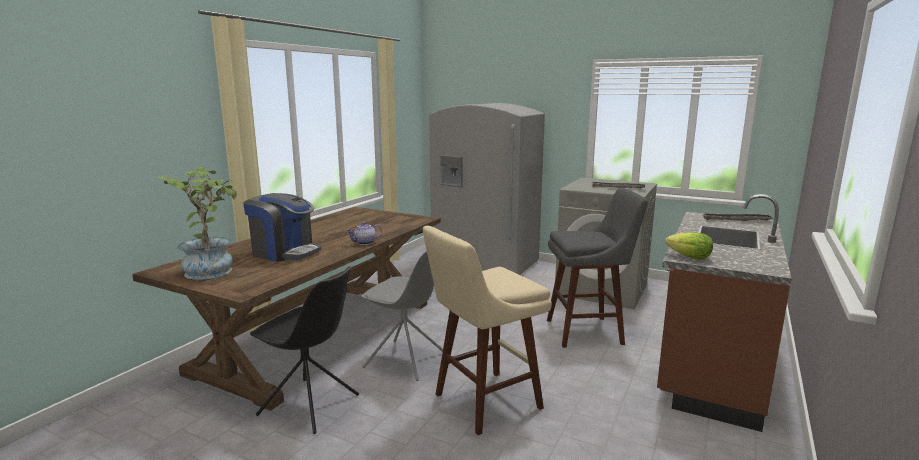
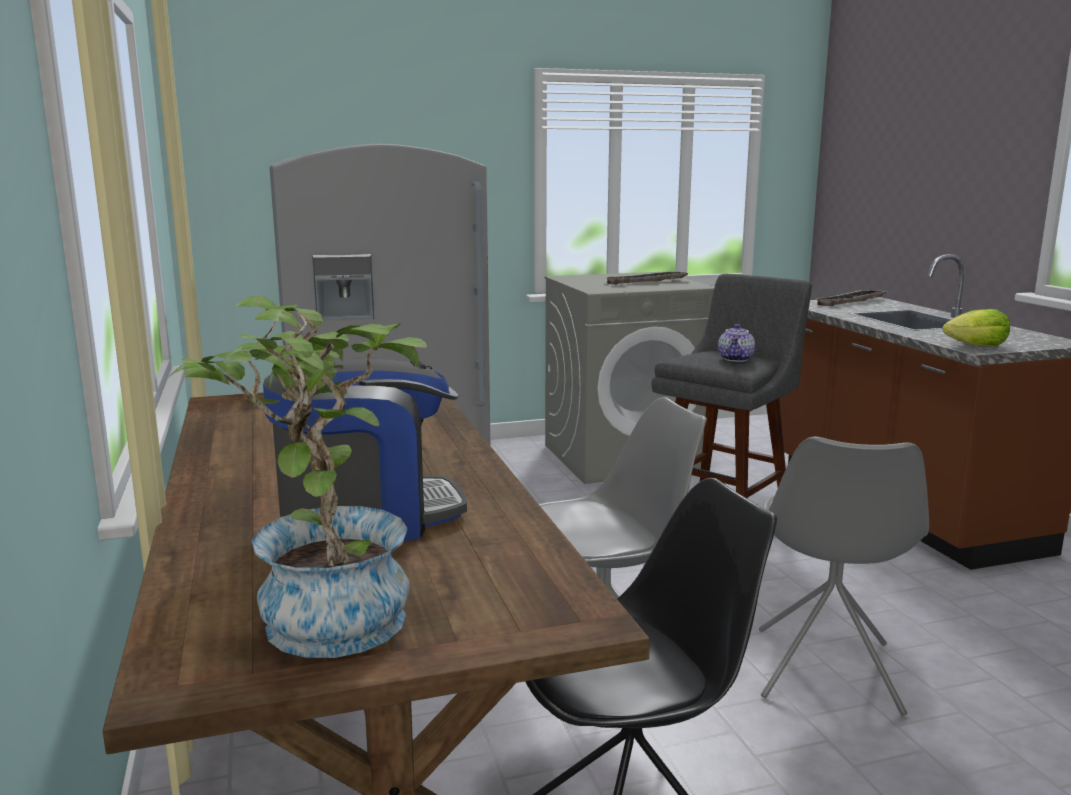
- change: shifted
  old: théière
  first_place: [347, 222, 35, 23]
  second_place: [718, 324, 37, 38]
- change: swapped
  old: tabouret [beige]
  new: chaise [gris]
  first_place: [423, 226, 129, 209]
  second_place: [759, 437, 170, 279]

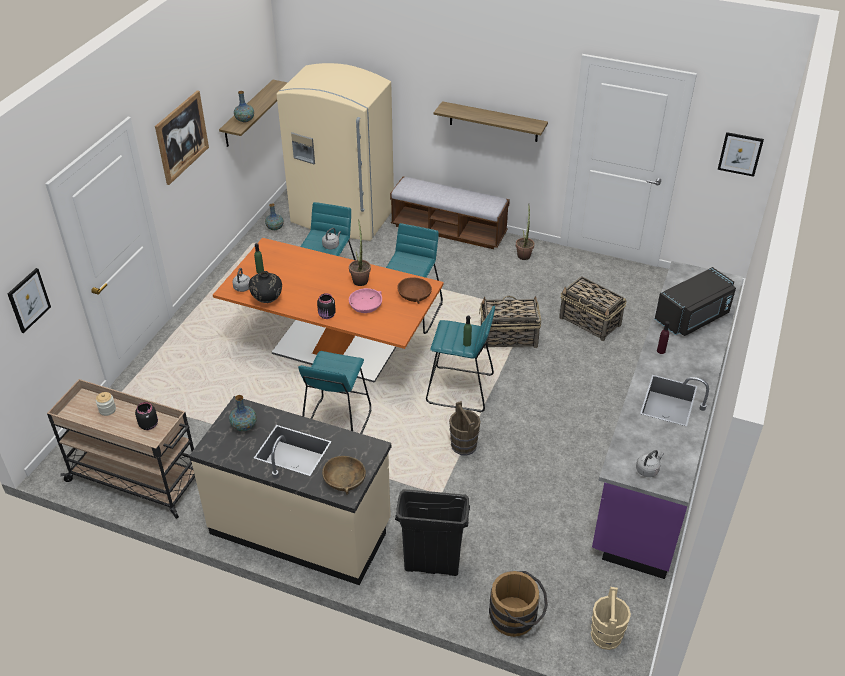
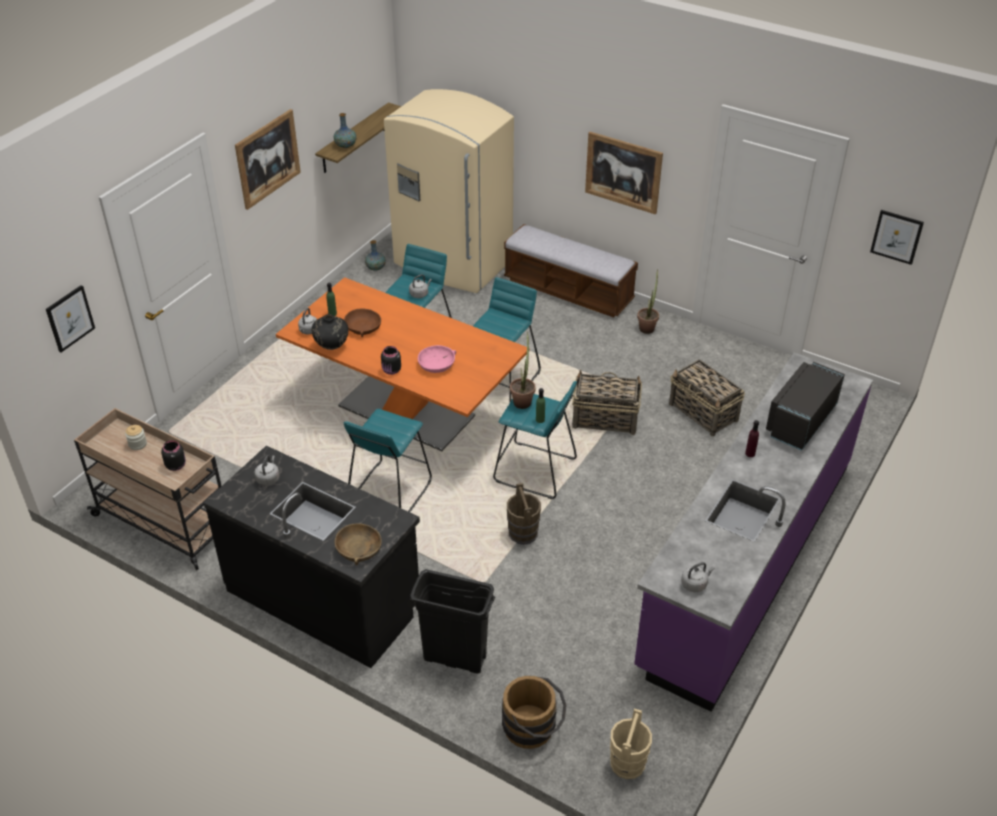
- change: swapped
  old: étagère
  new: tableau
  first_place: [434, 101, 114, 41]
  second_place: [585, 132, 78, 82]
- change: shifted
  old: plante en pot
  first_place: [349, 219, 22, 67]
  second_place: [510, 332, 26, 77]
- change: rotated
  old: micro-ondes [noir]
  first_place: [655, 267, 81, 69]
  second_place: [766, 362, 79, 89]
  degrees: 150
- change: shifted
  old: bol [marron]
  first_place: [397, 277, 35, 27]
  second_place: [344, 309, 37, 28]
- change: swapped
  old: vase
  new: bouilloire [gris]
  first_place: [229, 395, 28, 36]
  second_place: [254, 455, 26, 31]
- change: repainted
  old: comptoir de cuisine [beige]
  new: comptoir de cuisine [noir]
  first_place: [189, 396, 202, 189]
  second_place: [204, 445, 216, 223]

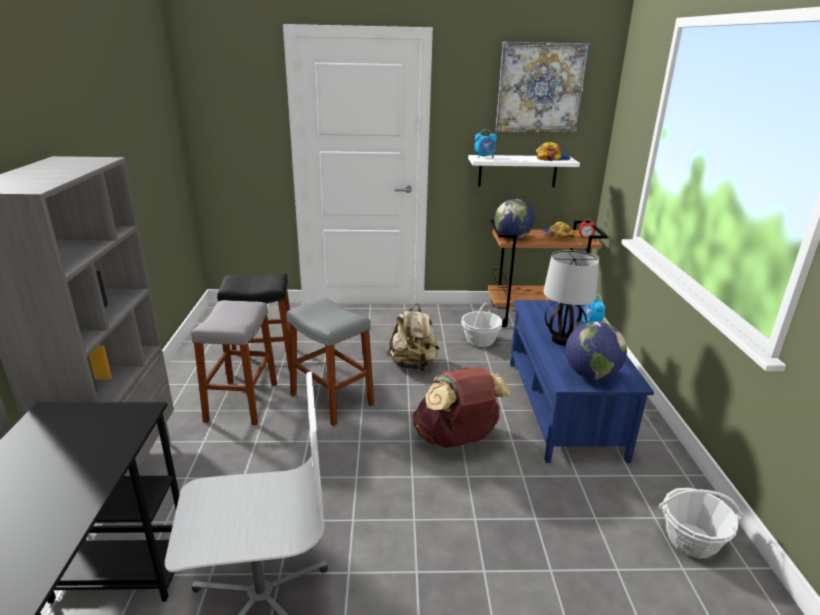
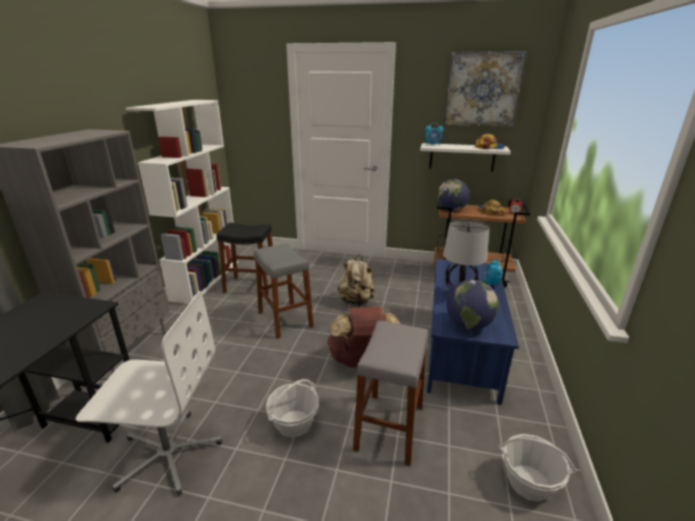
- change: shifted
  old: tabouret [gris]
  first_place: [191, 300, 86, 125]
  second_place: [353, 321, 75, 145]
- change: shifted
  old: panier
  first_place: [461, 303, 41, 44]
  second_place: [266, 379, 53, 59]
- change: new
  new: bibliothèque [blanc]
  second_place: [126, 100, 113, 204]

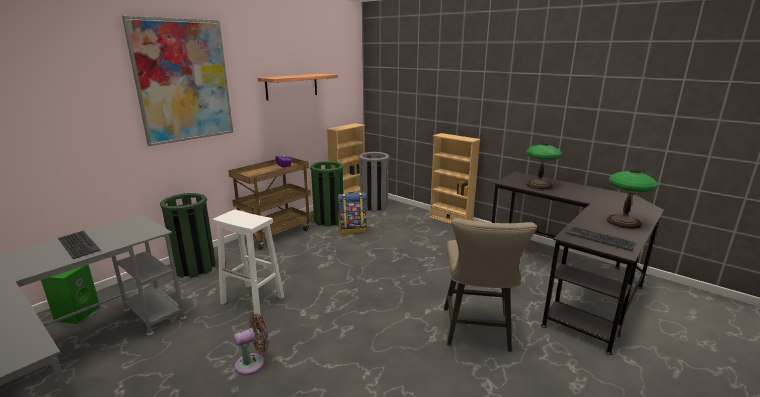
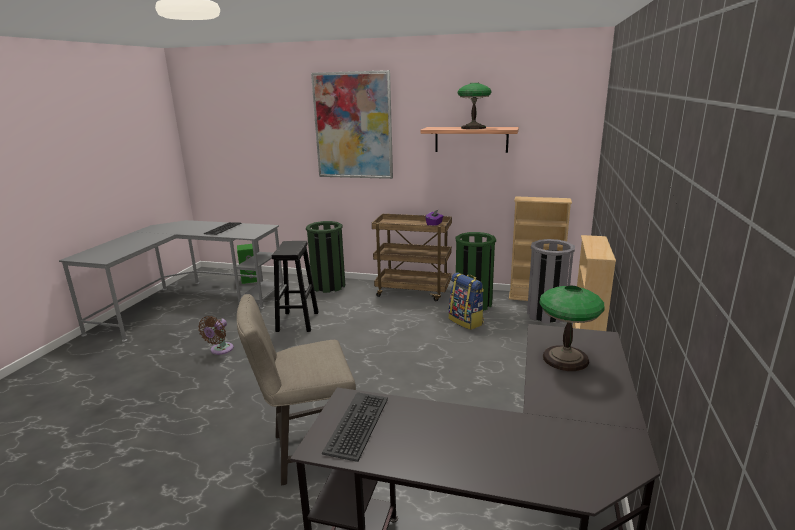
- change: shifted
  old: lampe de table
  first_place: [607, 170, 51, 59]
  second_place: [458, 83, 33, 46]
- change: repainted
  old: tabouret [blanc]
  new: tabouret [noir]
  first_place: [213, 209, 71, 108]
  second_place: [272, 241, 47, 91]
- change: rotated
  old: ventilateur [marron]
  first_place: [234, 314, 35, 61]
  second_place: [198, 316, 36, 39]
  degrees: 75

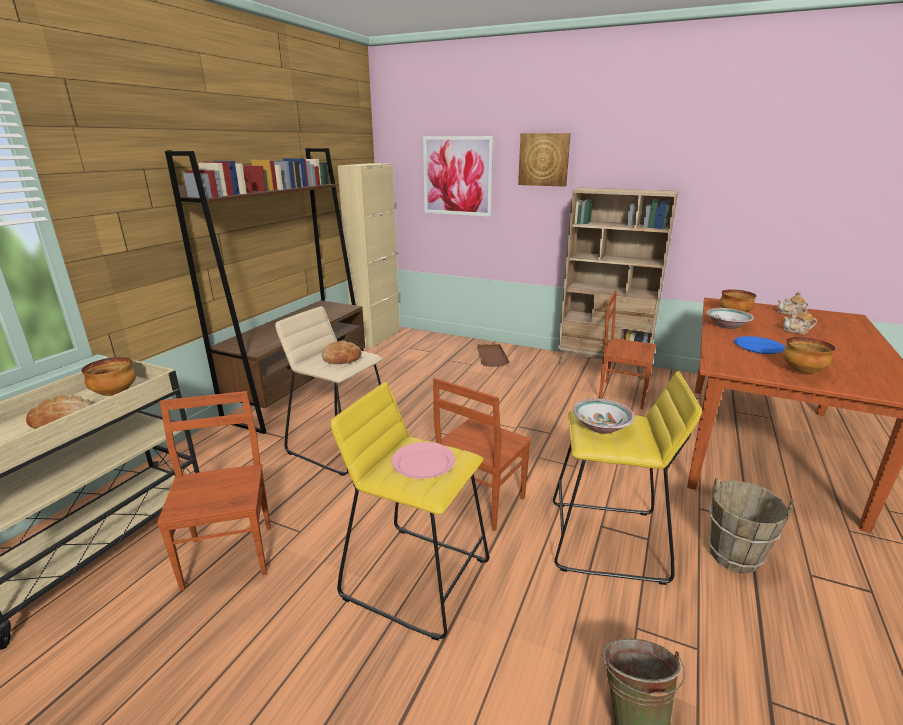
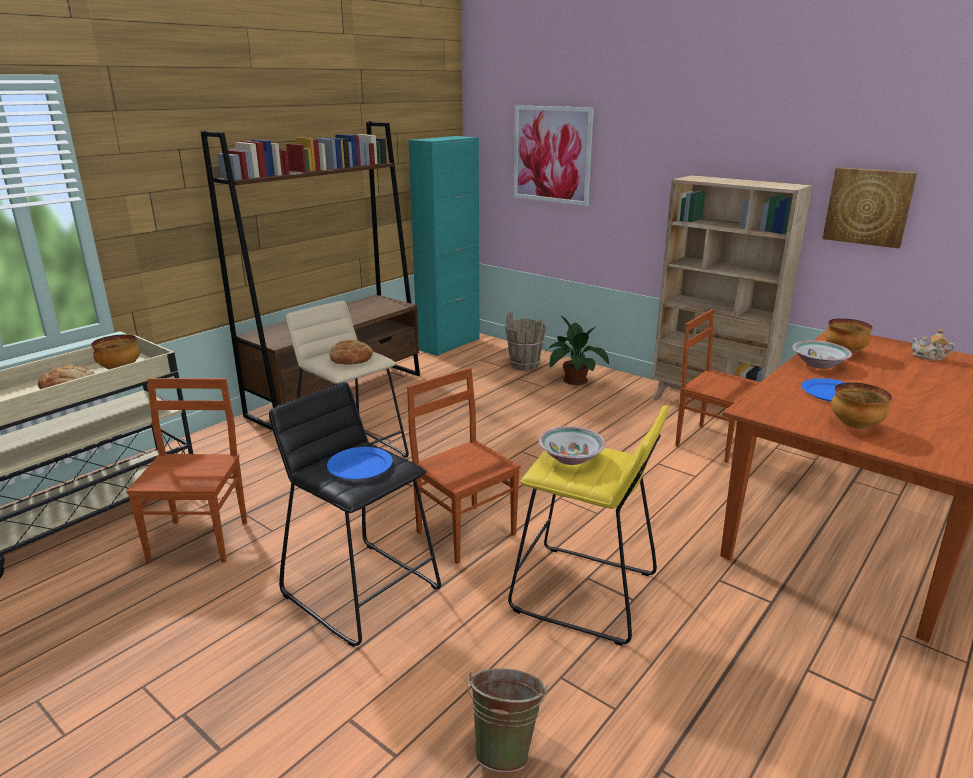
- change: shifted
  old: tableau
  first_place: [518, 133, 53, 54]
  second_place: [822, 167, 95, 81]
- change: repainted
  old: meuble de rangement [beige]
  new: meuble de rangement [turquoise]
  first_place: [337, 163, 63, 185]
  second_place: [408, 136, 71, 220]
- change: gone
  old: théière
  first_place: [783, 307, 34, 27]
- change: swapped
  old: plateau [marron]
  new: plante en pot
  first_place: [477, 344, 33, 23]
  second_place: [544, 316, 65, 69]
- change: rotated
  old: chaise [marron]
  first_place: [433, 378, 98, 153]
  second_place: [407, 367, 113, 197]
  degrees: 90
- change: repainted
  old: tabouret [jaune]
  new: tabouret [noir]
  first_place: [330, 382, 159, 259]
  second_place: [269, 382, 172, 265]
- change: repainted
  old: assiette [rose]
  new: assiette [bleu]
  first_place: [391, 442, 64, 37]
  second_place: [327, 447, 66, 32]
- change: shifted
  old: seau [marron]
  first_place: [708, 478, 86, 95]
  second_place: [505, 312, 41, 58]

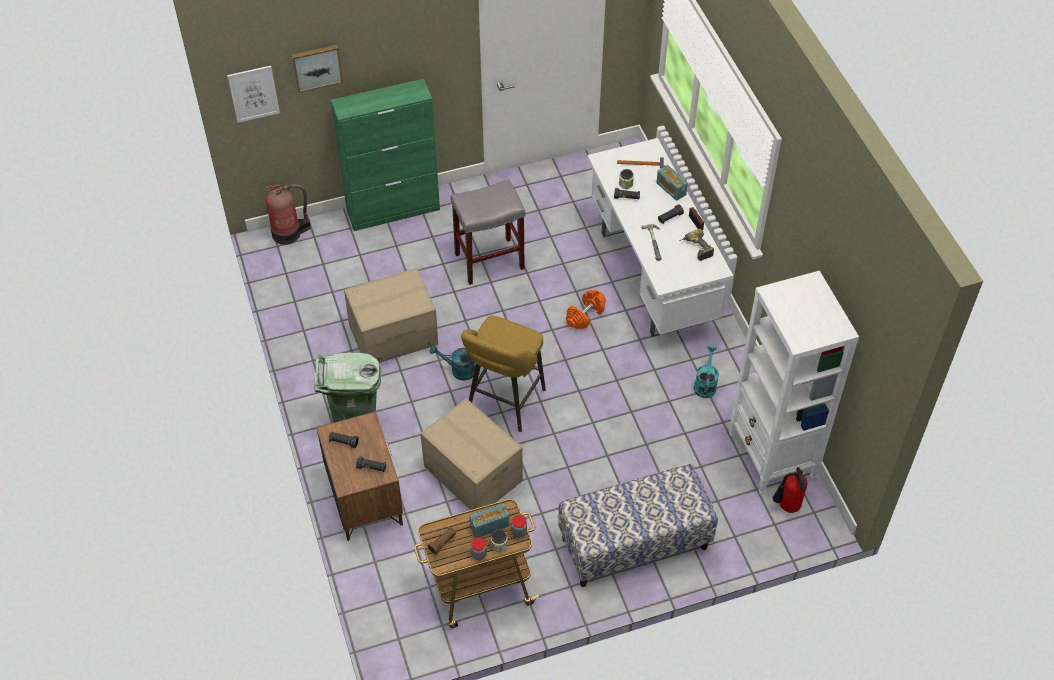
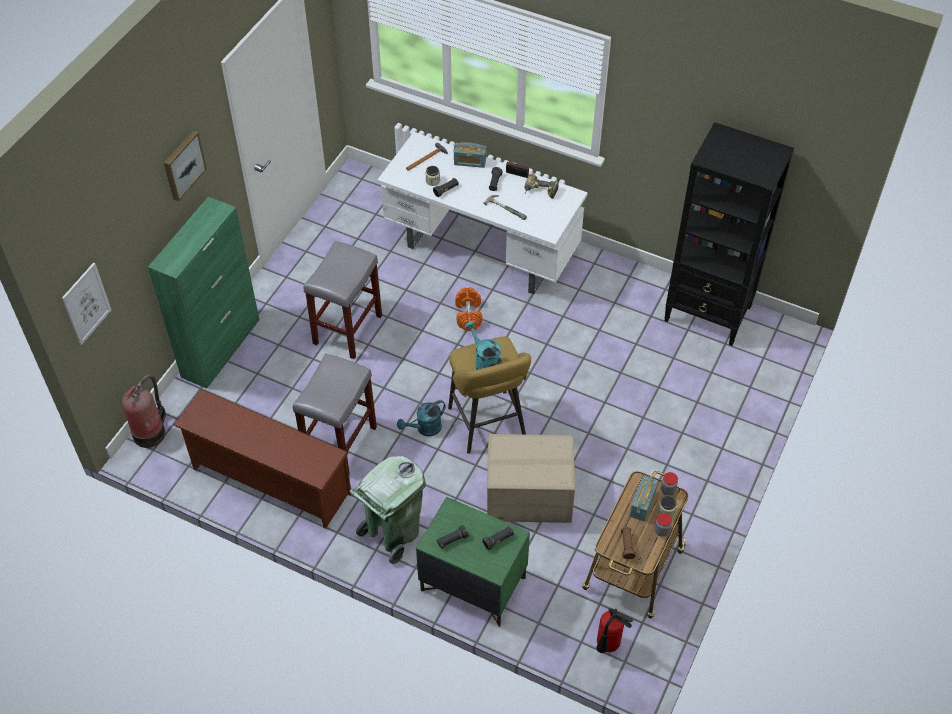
- change: shifted
  old: tableau
  first_place: [291, 45, 52, 48]
  second_place: [164, 131, 43, 70]
- change: swapped
  old: carton
  new: tabouret [gris]
  first_place: [344, 268, 94, 95]
  second_place: [293, 353, 84, 121]
- change: repainted
  old: bibliothèque [blanc]
  new: bibliothèque [noir]
  first_place: [729, 271, 130, 224]
  second_place: [664, 122, 130, 224]
- change: shifted
  old: arrosoir [turquoise]
  first_place: [694, 345, 25, 53]
  second_place: [465, 321, 37, 49]
- change: repainted
  old: table de chevet [marron]
  new: table de chevet [vert]
  first_place: [316, 411, 87, 130]
  second_place: [416, 497, 114, 130]
- change: gone
  old: banc
  first_place: [558, 464, 160, 123]
- change: shifted
  old: extincteur
  first_place: [772, 467, 35, 46]
  second_place: [596, 608, 37, 45]
- change: new
  new: étagère à chaussures [marron]
  second_place: [173, 389, 178, 140]

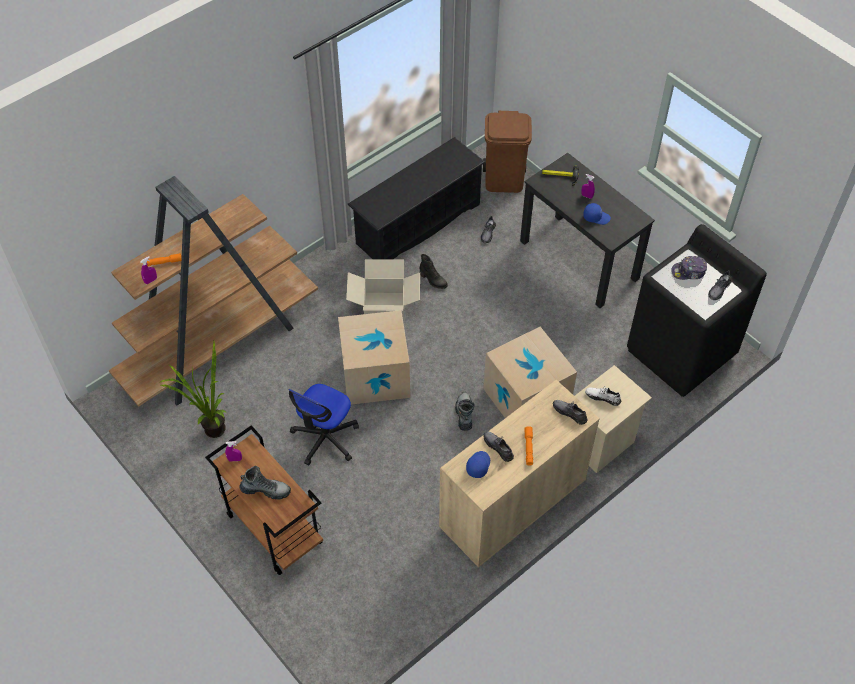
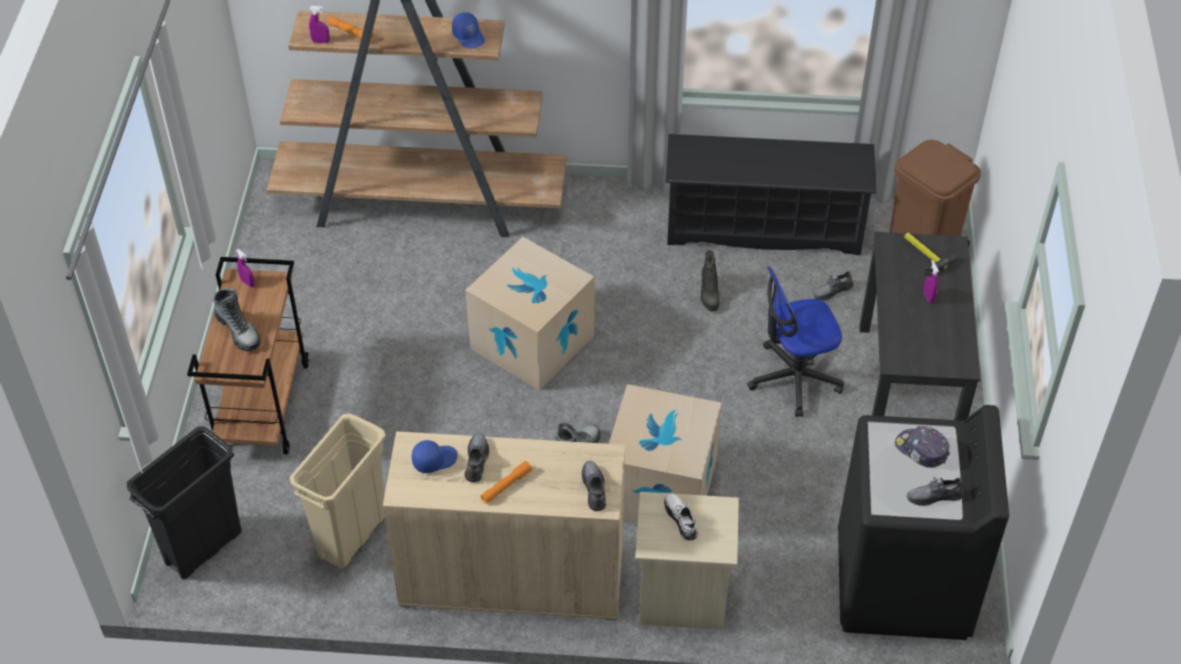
- change: shifted
  old: casquette [bleu]
  first_place: [583, 203, 28, 22]
  second_place: [452, 12, 33, 37]
- change: gone
  old: carton
  first_place: [346, 259, 74, 61]
- change: gone
  old: plante en pot
  first_place: [159, 341, 67, 97]
- change: shifted
  old: chaise de bureau
  first_place: [288, 384, 71, 81]
  second_place: [747, 266, 97, 151]
- change: new
  new: poubelle [beige]
  second_place: [289, 413, 97, 156]
- change: new
  new: poubelle [noir]
  second_place: [127, 427, 115, 152]

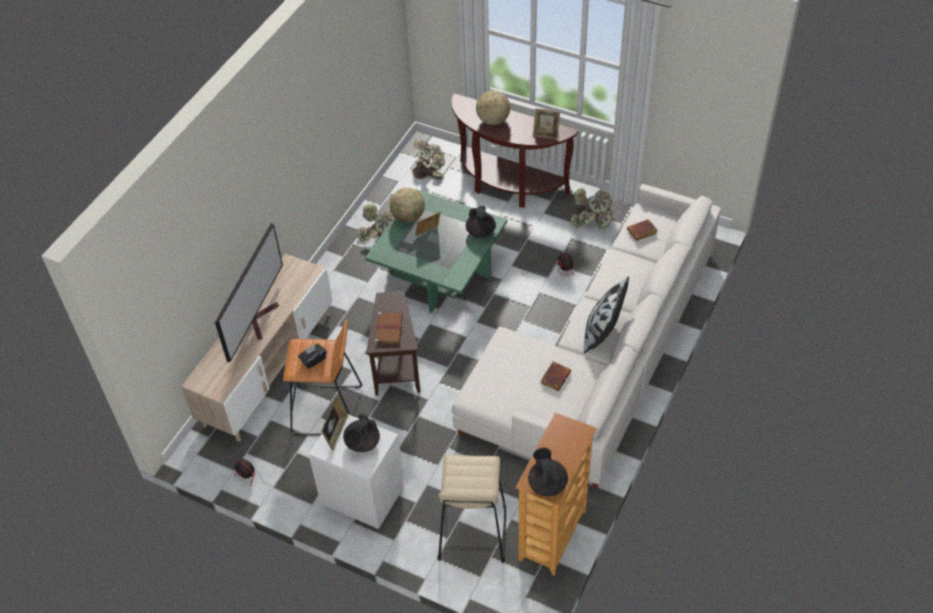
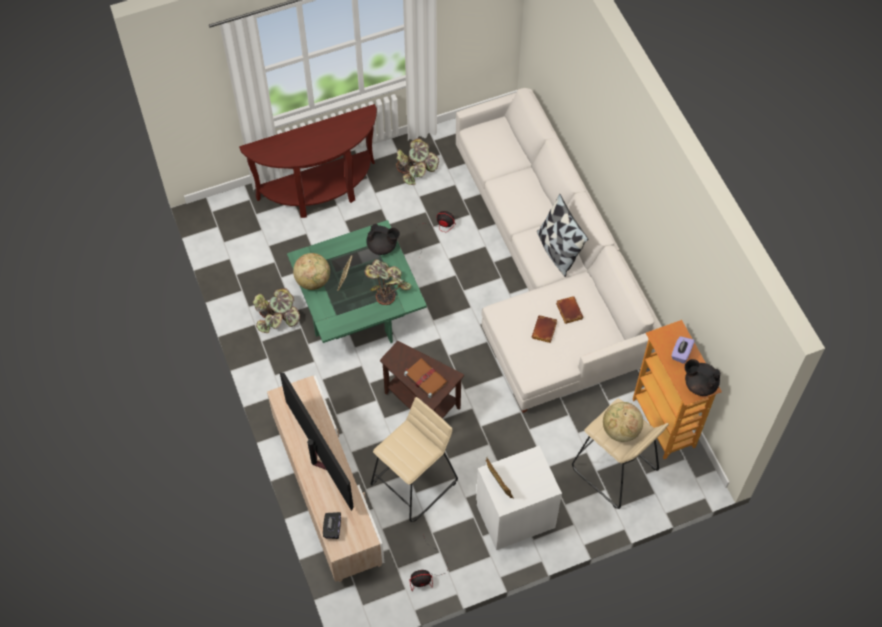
- change: shifted
  old: globe
  first_place: [476, 90, 34, 35]
  second_place: [603, 402, 40, 40]
- change: gone
  old: cadre photo
  first_place: [533, 108, 27, 31]
- change: shifted
  old: plante en pot
  first_place: [412, 140, 33, 39]
  second_place: [364, 259, 47, 46]
- change: shifted
  old: livre [marron]
  first_place: [627, 219, 30, 22]
  second_place: [532, 315, 25, 28]
- change: repainted
  old: tabouret [orange]
  new: tabouret [beige]
  first_place: [283, 320, 79, 115]
  second_place: [371, 397, 87, 125]
- change: shifted
  old: boîte à mouchoirs [noir]
  first_place: [298, 344, 29, 25]
  second_place: [323, 512, 18, 27]
- change: gone
  old: théière [noir]
  first_place: [343, 414, 37, 38]
- change: new
  new: boîte à mouchoirs [violet]
  second_place: [671, 336, 24, 28]

